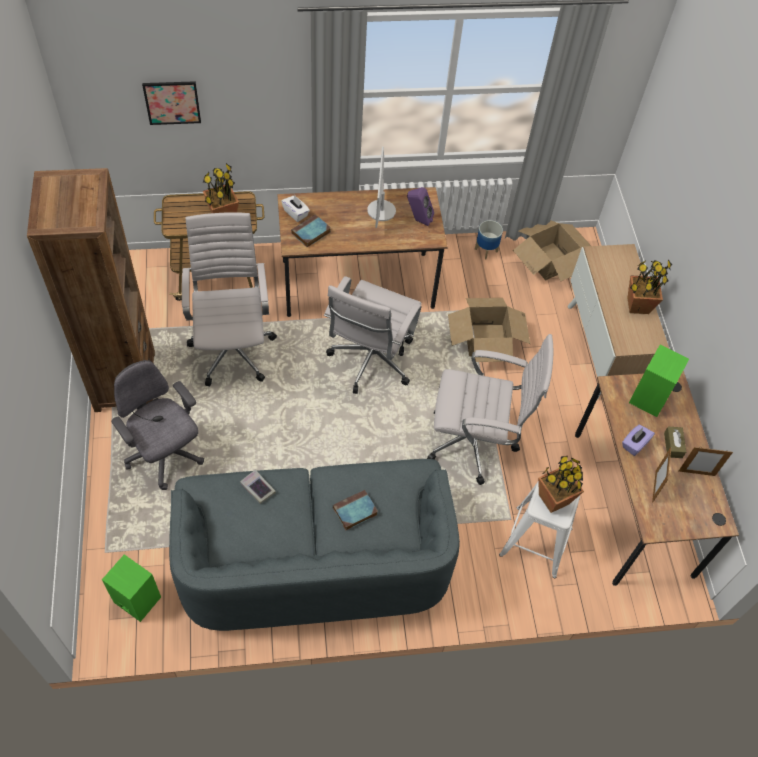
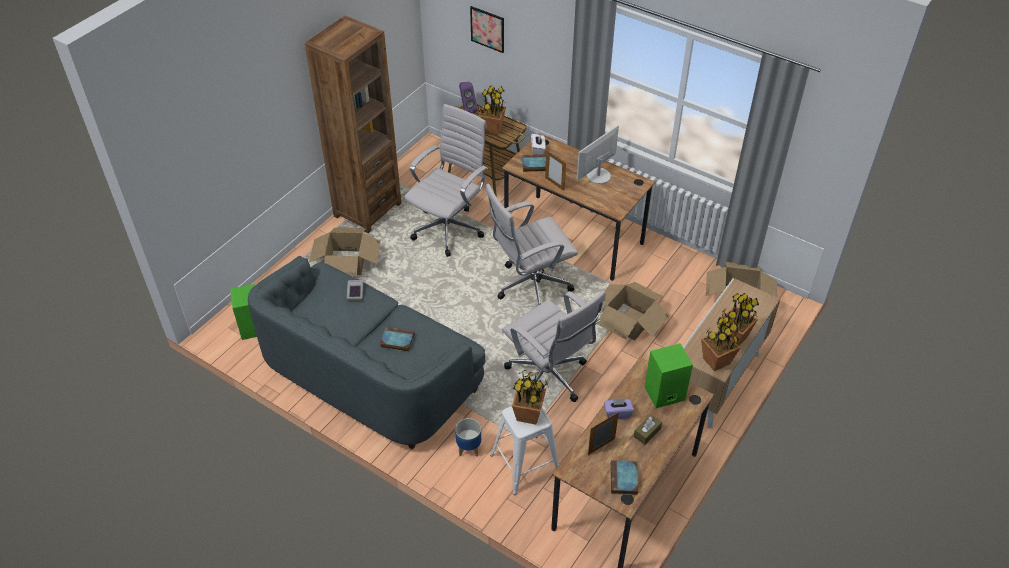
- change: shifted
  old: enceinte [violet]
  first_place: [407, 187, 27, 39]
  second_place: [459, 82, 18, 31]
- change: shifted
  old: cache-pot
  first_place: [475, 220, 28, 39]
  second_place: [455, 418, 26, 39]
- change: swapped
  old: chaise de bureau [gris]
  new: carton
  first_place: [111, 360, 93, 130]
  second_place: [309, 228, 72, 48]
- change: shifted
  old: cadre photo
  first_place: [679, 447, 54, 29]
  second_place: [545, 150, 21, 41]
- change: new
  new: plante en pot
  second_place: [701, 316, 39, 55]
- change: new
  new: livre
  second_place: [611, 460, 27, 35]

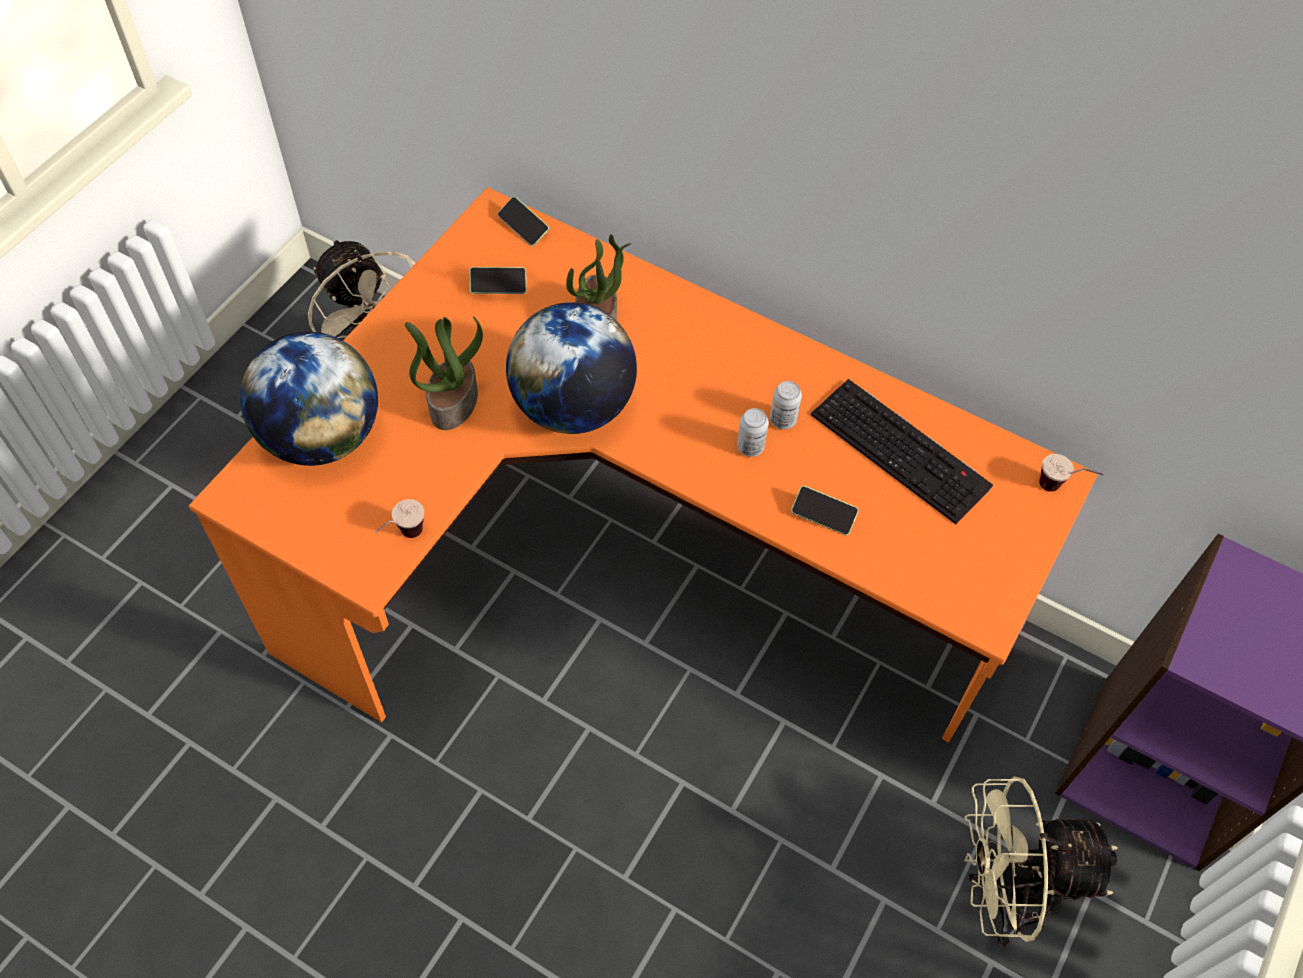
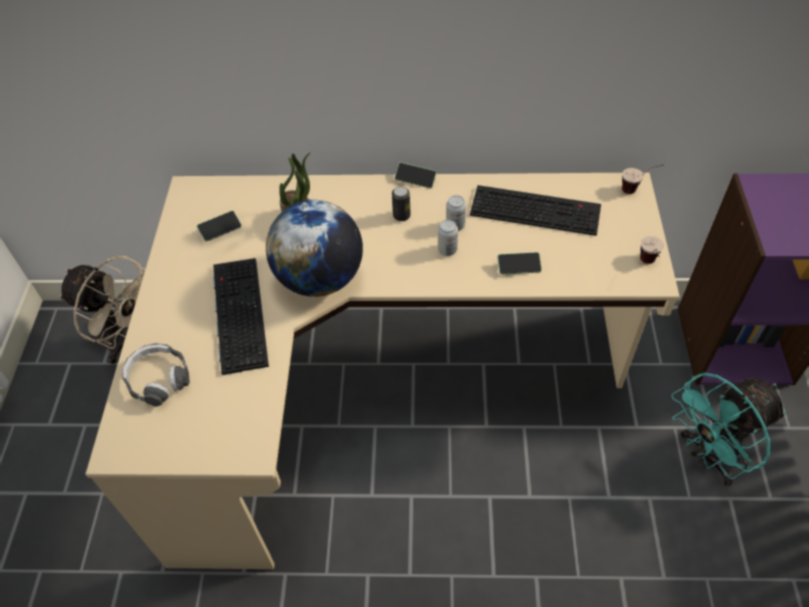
- change: repainted
  old: bureau [orange]
  new: bureau [beige]
  first_place: [189, 187, 909, 555]
  second_place: [85, 172, 595, 397]
- change: shifted
  old: téléphone
  first_place: [497, 197, 52, 49]
  second_place: [395, 162, 42, 26]
- change: swapped
  old: plante en pot
  new: clavier
  first_place: [405, 316, 78, 114]
  second_place: [213, 258, 56, 118]
- change: swapped
  old: globe
  new: casque audio
  first_place: [240, 332, 138, 134]
  second_place: [122, 343, 68, 64]
- change: shifted
  old: tasse
  first_place: [375, 499, 49, 39]
  second_place: [640, 236, 24, 28]
- change: repainted
  old: ventilateur [beige]
  new: ventilateur [turquoise]
  first_place: [964, 776, 154, 171]
  second_place: [671, 373, 115, 114]
- change: new
  new: boîte métallique
  second_place: [392, 186, 19, 35]

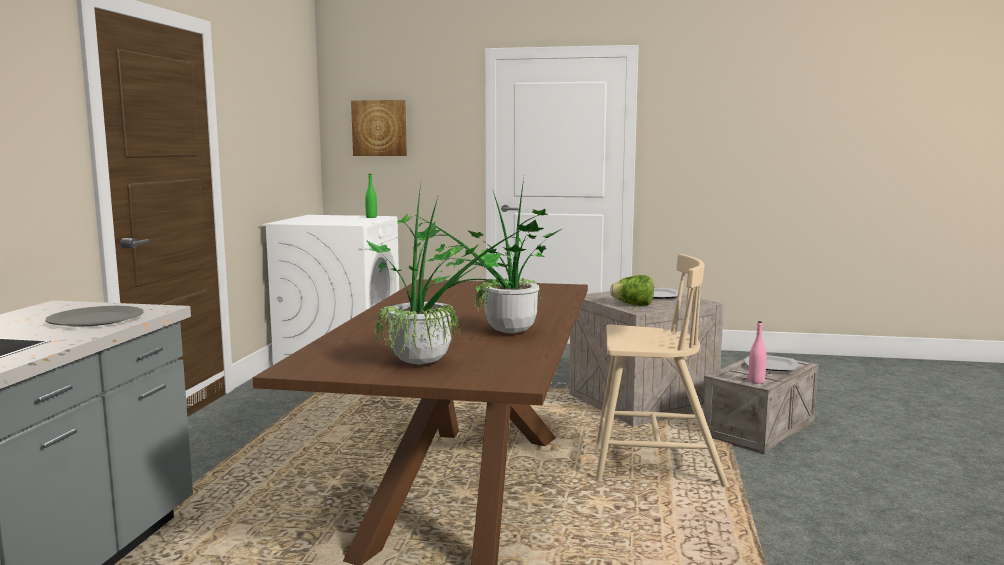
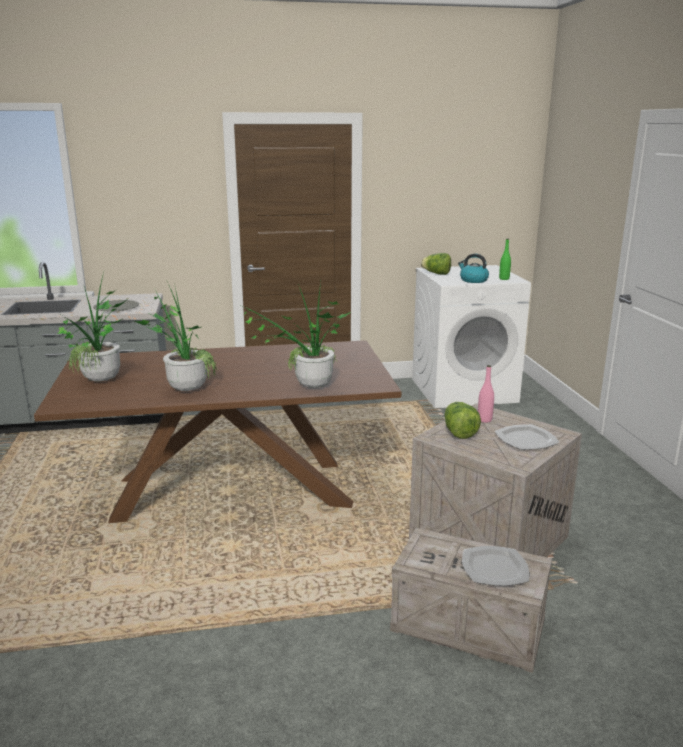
- change: gone
  old: tableau
  first_place: [351, 100, 56, 56]
- change: gone
  old: chaise [beige]
  first_place: [596, 254, 133, 233]
- change: shifted
  old: bouteille [rose]
  first_place: [748, 321, 19, 63]
  second_place: [478, 365, 16, 58]
- change: new
  new: laitue
  second_place: [421, 253, 30, 22]
- change: new
  new: bouilloire
  second_place: [458, 254, 31, 29]
- change: new
  new: plante en pot
  second_place: [241, 282, 110, 106]

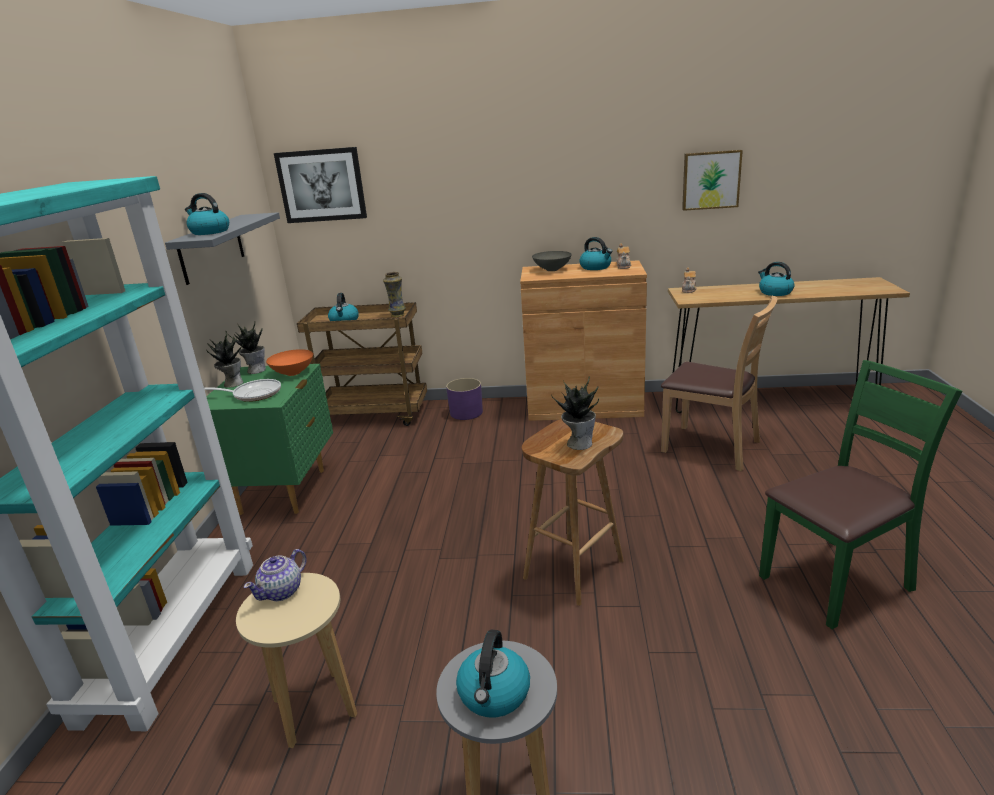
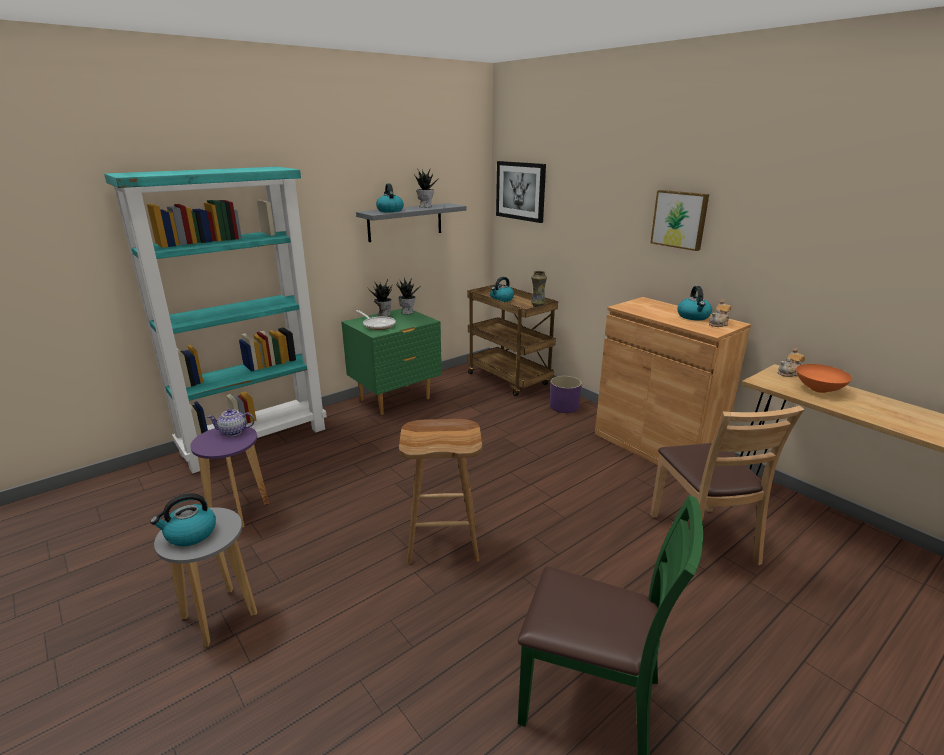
- change: shifted
  old: tableau
  first_place: [682, 150, 61, 61]
  second_place: [650, 190, 59, 61]
- change: gone
  old: bol [gris]
  first_place: [532, 251, 40, 20]
- change: gone
  old: bouilloire
  first_place: [758, 262, 36, 34]
- change: shifted
  old: bol [orange]
  first_place: [266, 349, 47, 27]
  second_place: [796, 364, 56, 29]
- change: shifted
  old: plante en pot
  first_place: [551, 376, 48, 74]
  second_place: [414, 168, 24, 40]
- change: repainted
  old: tabouret [beige]
  new: tabouret [violet]
  first_place: [236, 573, 121, 175]
  second_place: [190, 427, 79, 101]

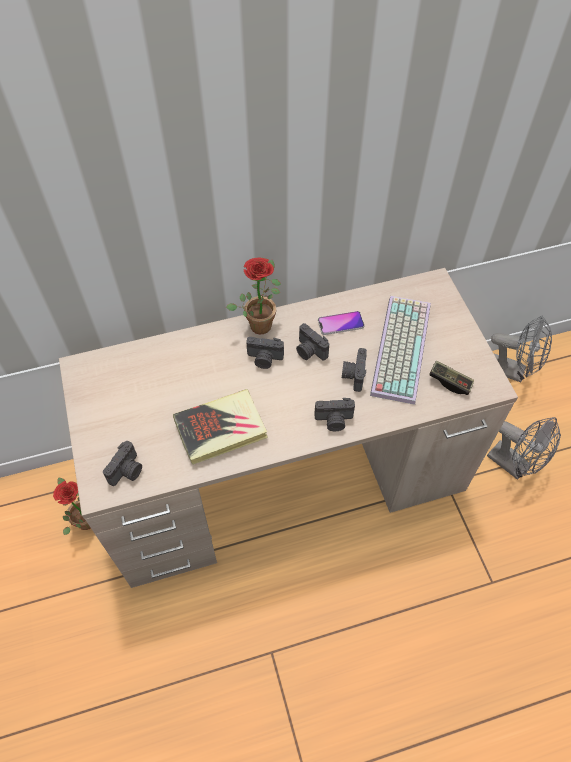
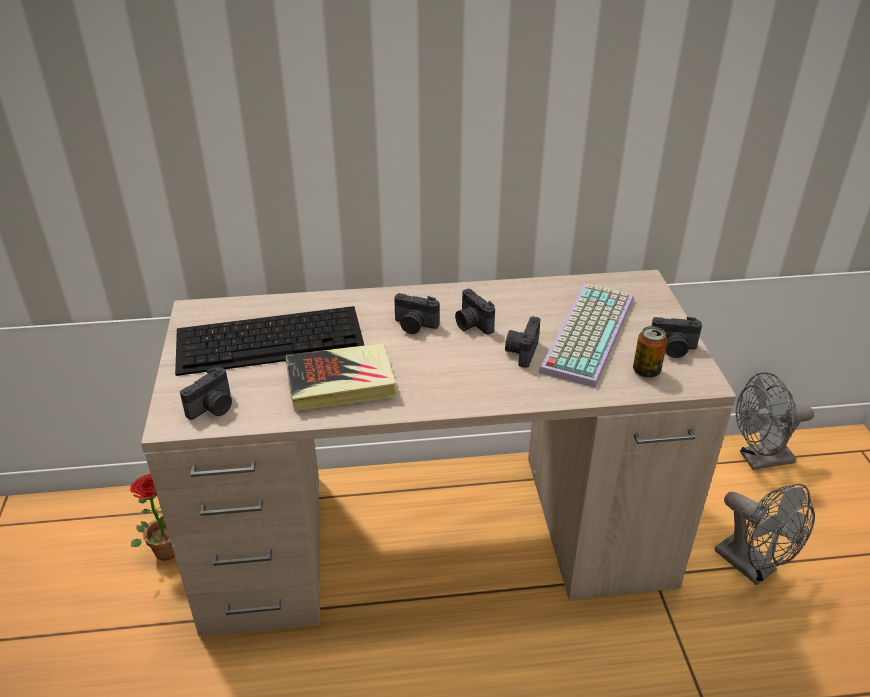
- change: gone
  old: plante en pot
  first_place: [226, 258, 55, 76]
- change: gone
  old: téléphone
  first_place: [318, 311, 47, 24]
- change: rotated
  old: ventilateur [gris]
  first_place: [491, 316, 61, 66]
  second_place: [736, 372, 78, 98]
  degrees: 135
- change: swapped
  old: manette
  new: boîte métallique
  first_place: [429, 361, 45, 34]
  second_place: [633, 326, 34, 52]
- change: shifted
  old: appareil photo
  first_place: [314, 398, 41, 33]
  second_place: [652, 317, 50, 41]
- change: new
  new: clavier
  second_place: [175, 306, 190, 70]

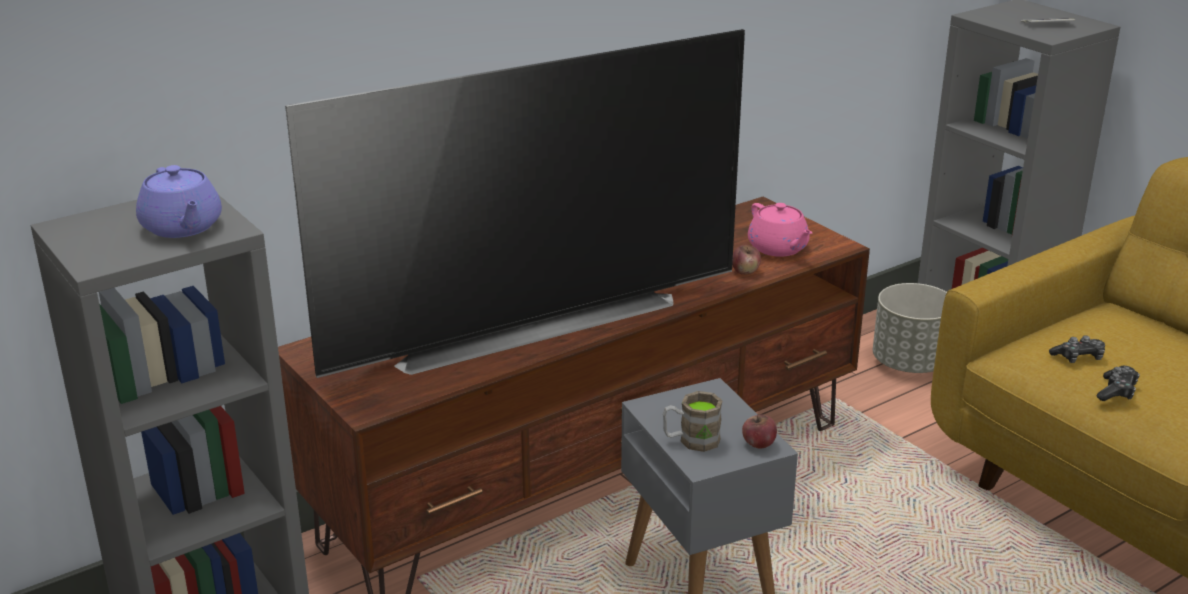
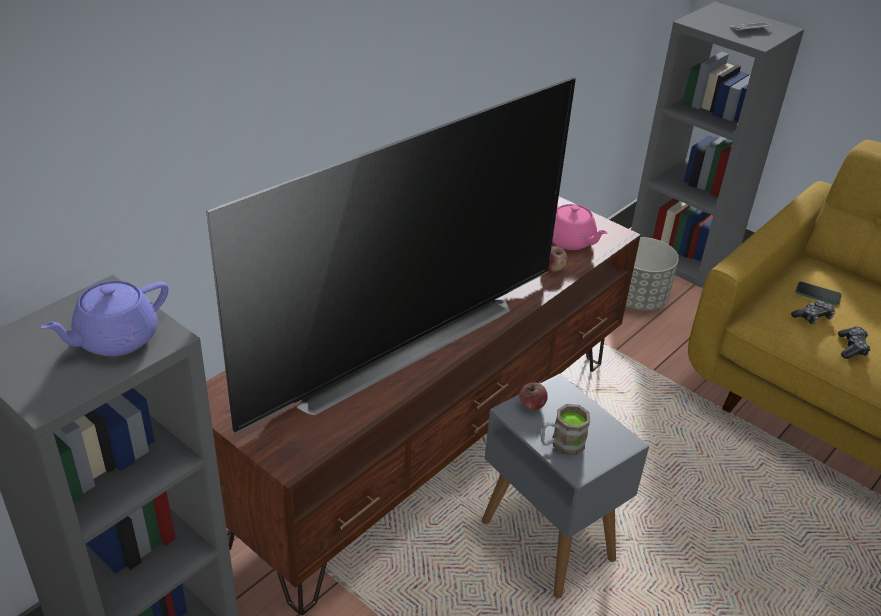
- change: rotated
  old: théière [violet]
  first_place: [136, 165, 86, 73]
  second_place: [41, 281, 127, 75]
  degrees: 90
- change: shifted
  old: pomme
  first_place: [742, 414, 35, 34]
  second_place: [519, 382, 29, 28]
- change: new
  new: téléphone
  second_place: [796, 282, 46, 23]

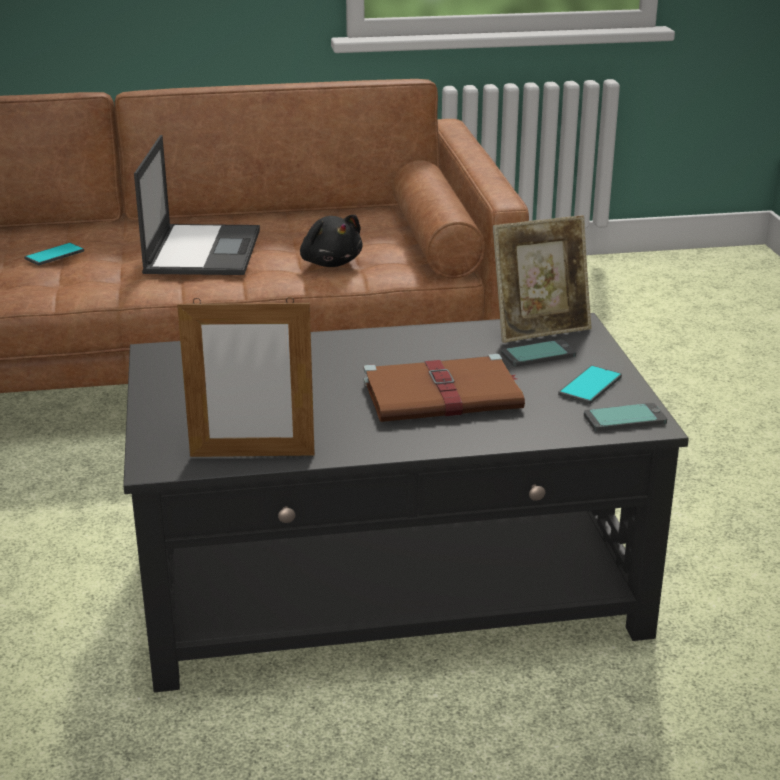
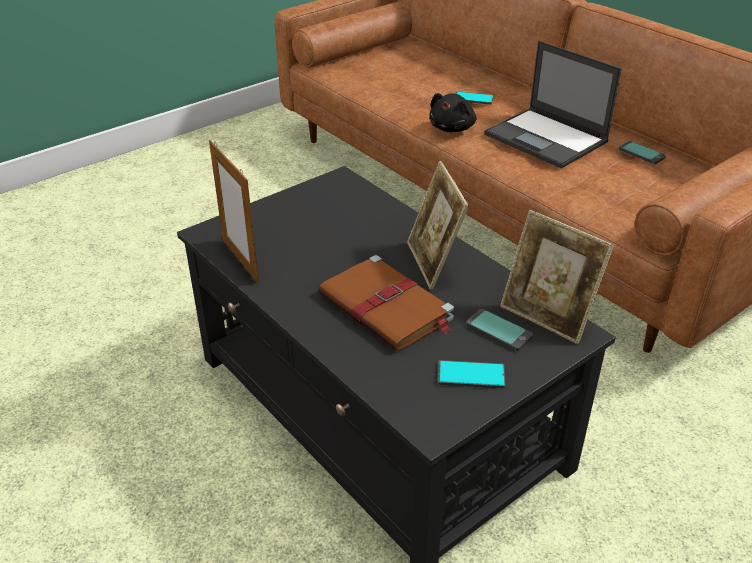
- change: rotated
  old: ordinateur portable
  first_place: [134, 135, 126, 140]
  second_place: [484, 41, 138, 127]
  degrees: 75
- change: shifted
  old: peluche [noir]
  first_place: [300, 215, 63, 52]
  second_place: [429, 93, 47, 39]
- change: shifted
  old: téléphone
  first_place: [584, 403, 83, 28]
  second_place: [619, 141, 47, 23]
- change: new
  new: cadre photo
  second_place: [407, 161, 62, 129]

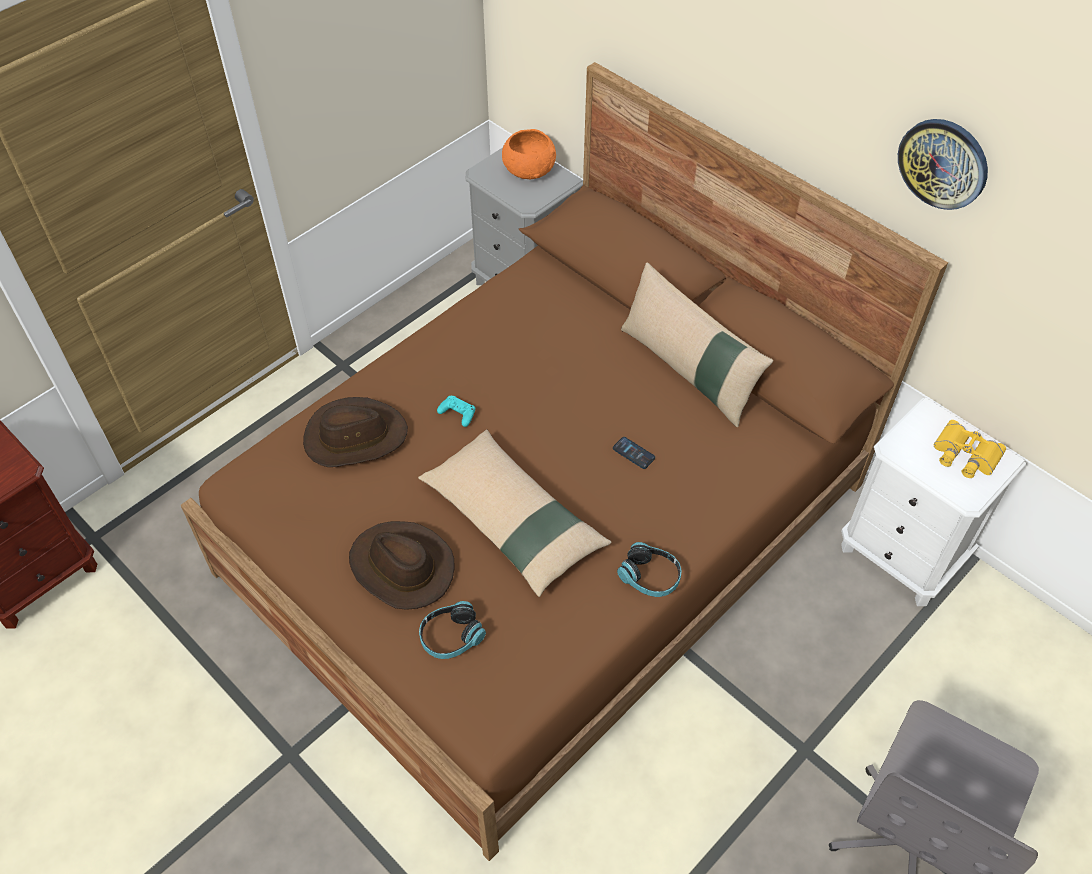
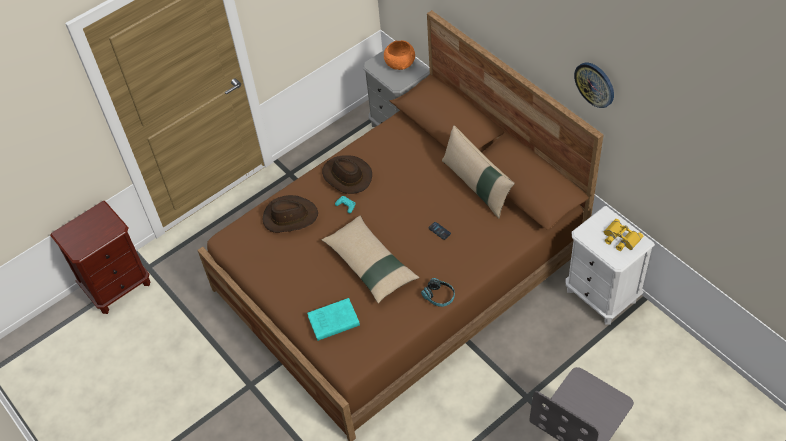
- change: shifted
  old: chapeau [marron]
  first_place: [349, 521, 105, 89]
  second_place: [322, 155, 50, 39]
- change: swapped
  old: casque audio
  new: livre [turquoise]
  first_place: [419, 601, 67, 58]
  second_place: [307, 298, 53, 43]

